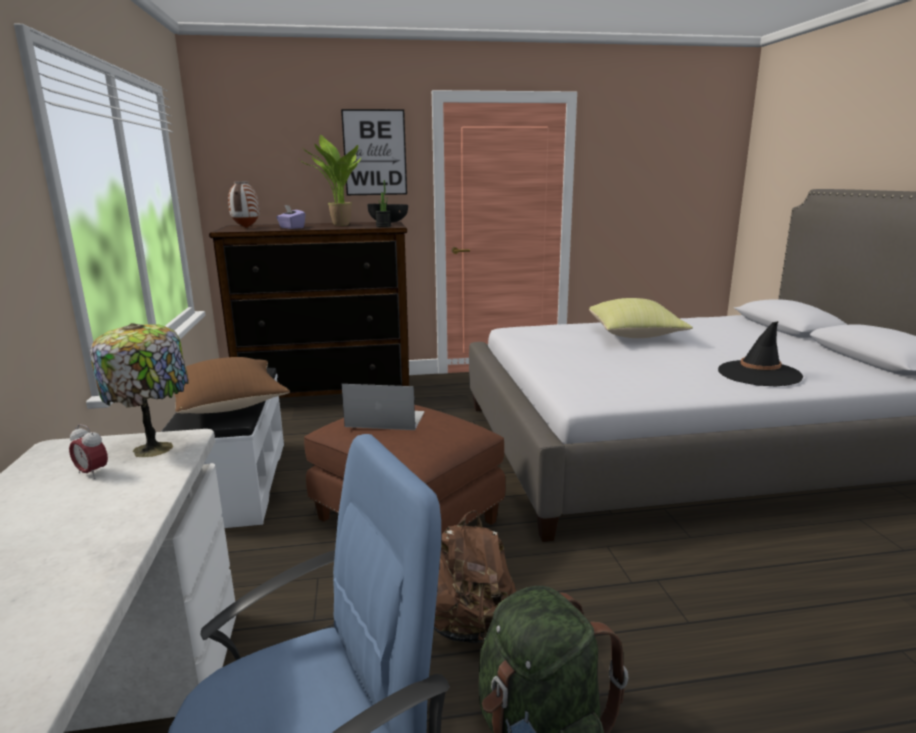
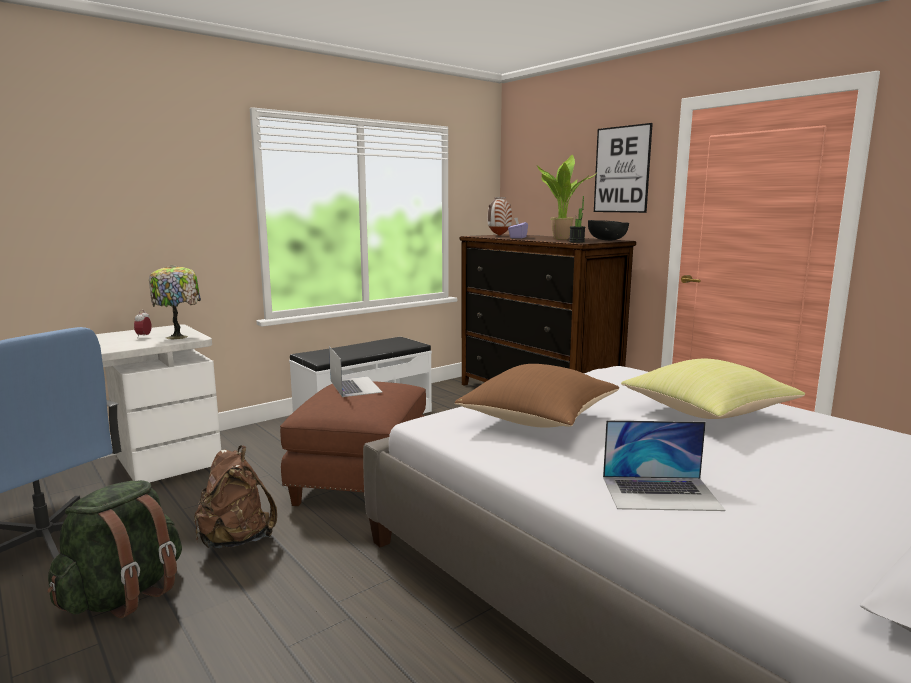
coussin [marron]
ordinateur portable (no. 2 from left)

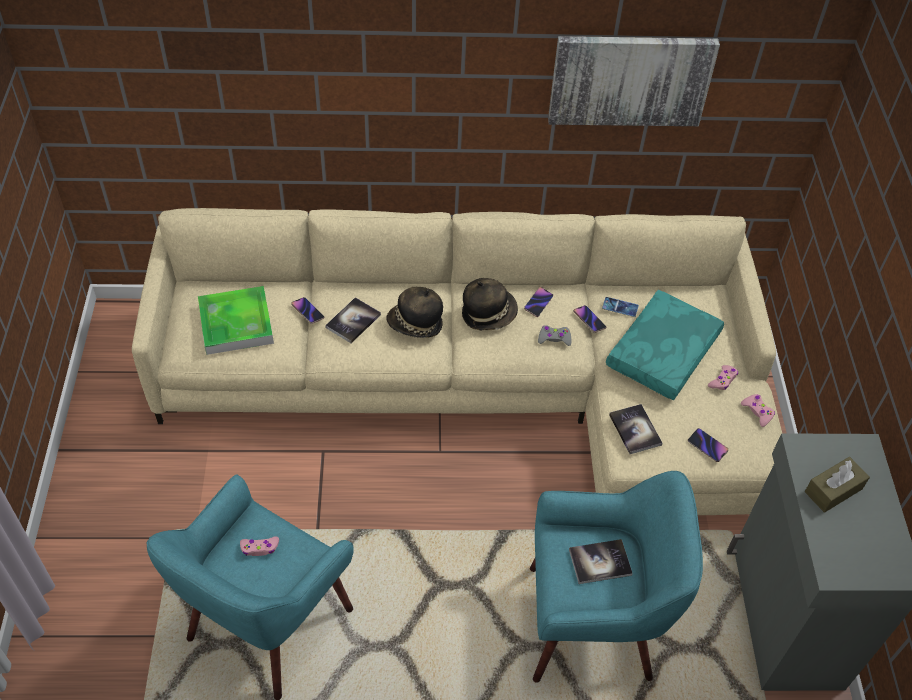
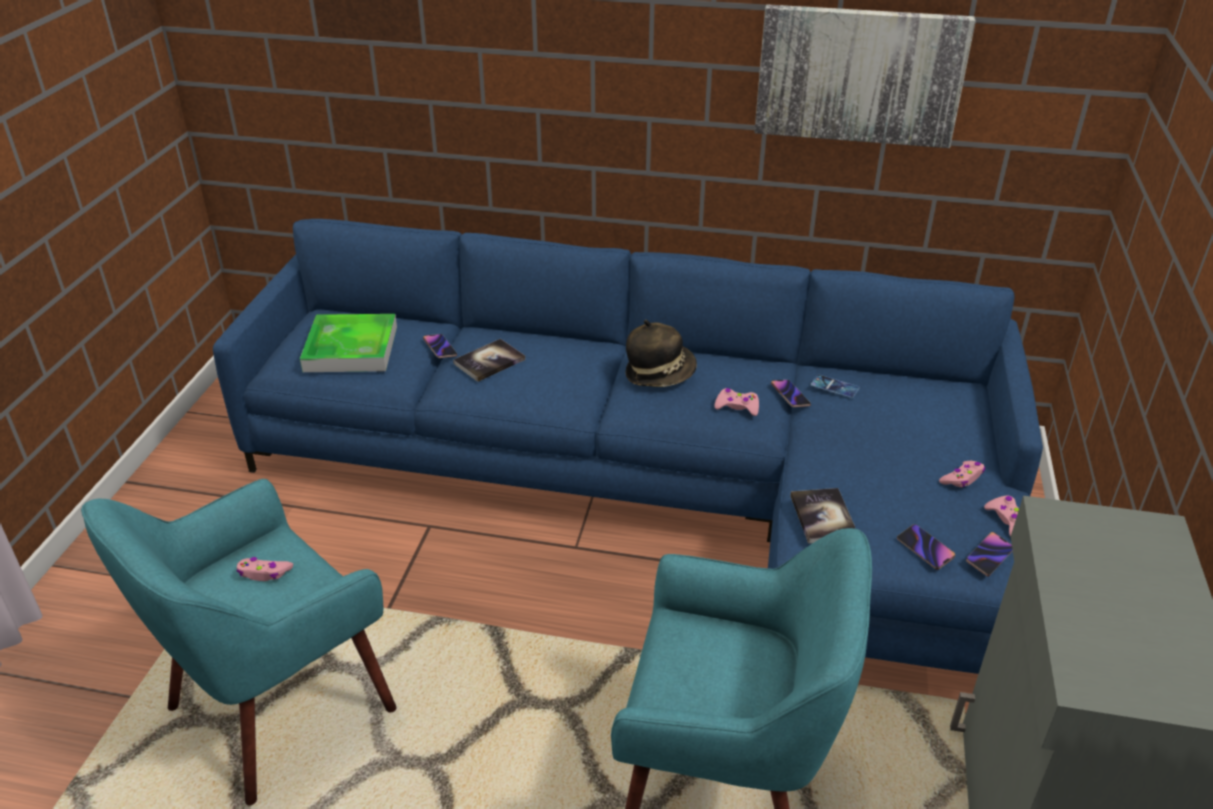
canapé [bleu]
chapeau (no. 1 from left in the first image)
téléphone (no. 5 from left)
manette [rose] (no. 2 from left)
livre (no. 2 from left in the first image)
coussin [turquoise]
boîte à mouchoirs [marron]

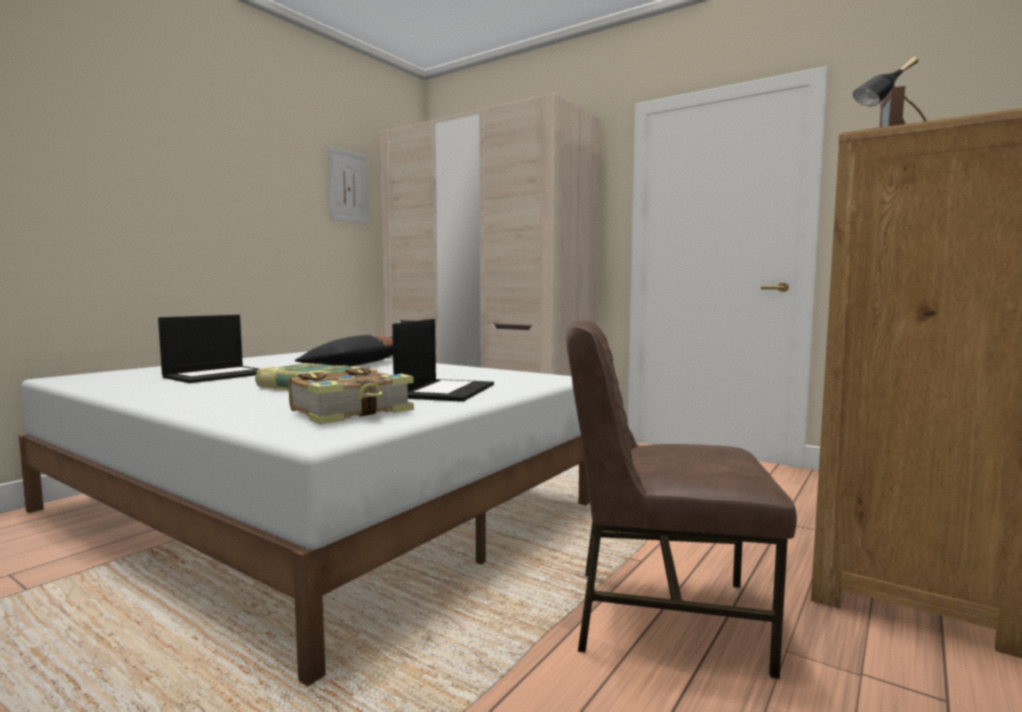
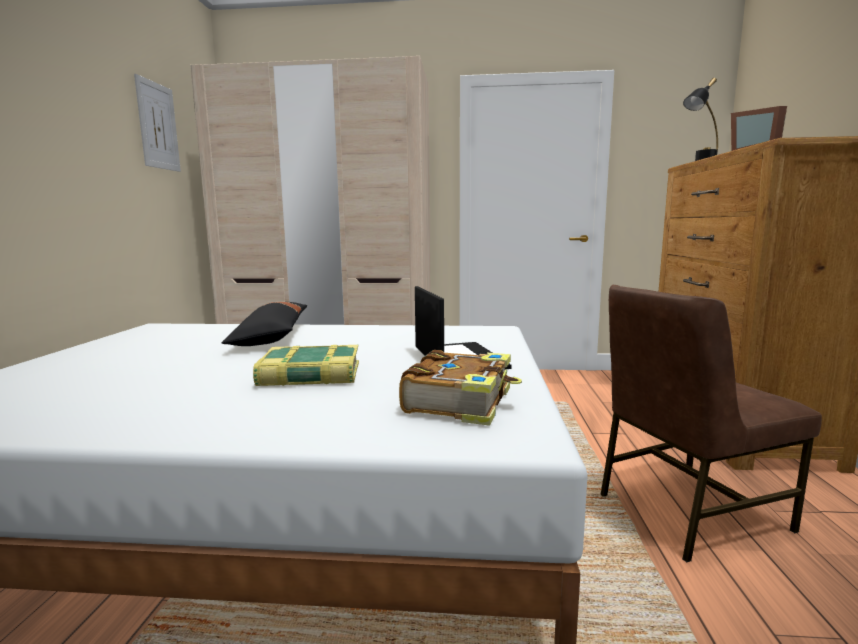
ordinateur portable (no. 1 from left in the first image)

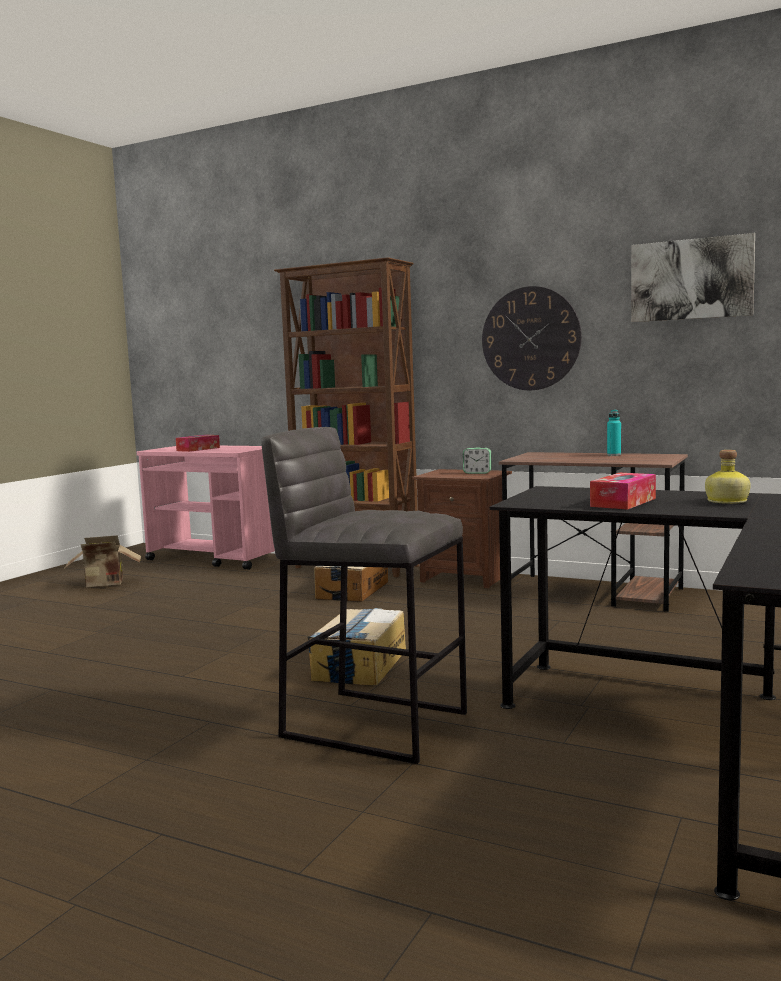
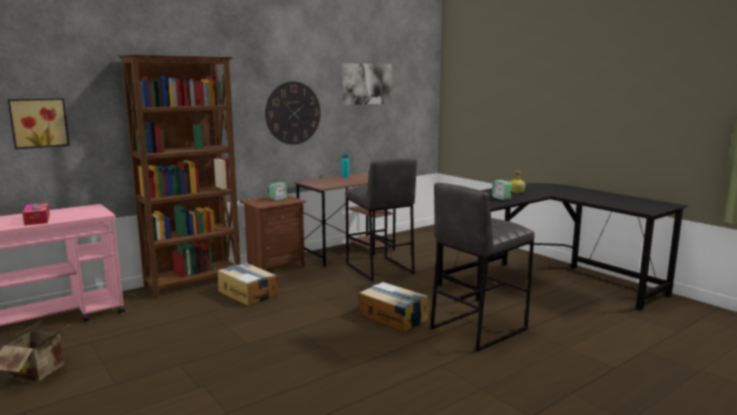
réveil (no. 2 from left)
tableau (no. 1 from left)
tabouret [gris] (no. 1 from left)

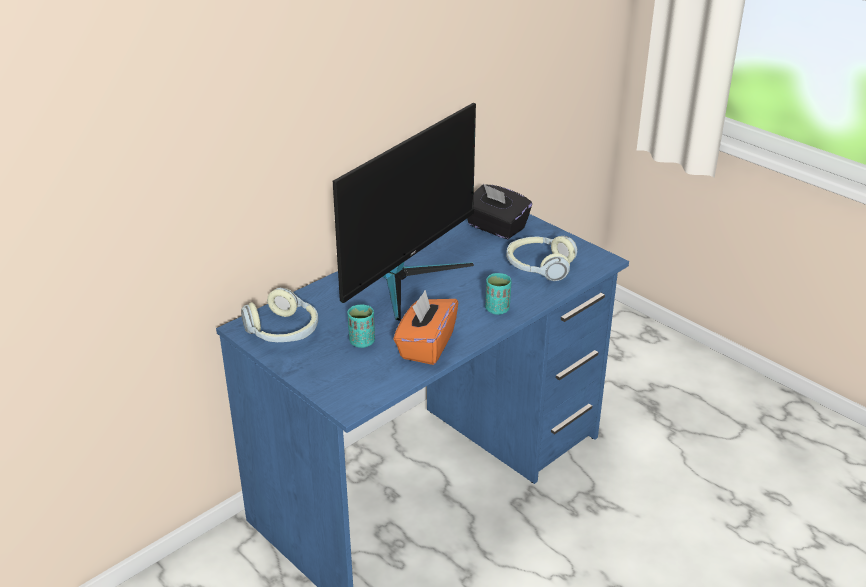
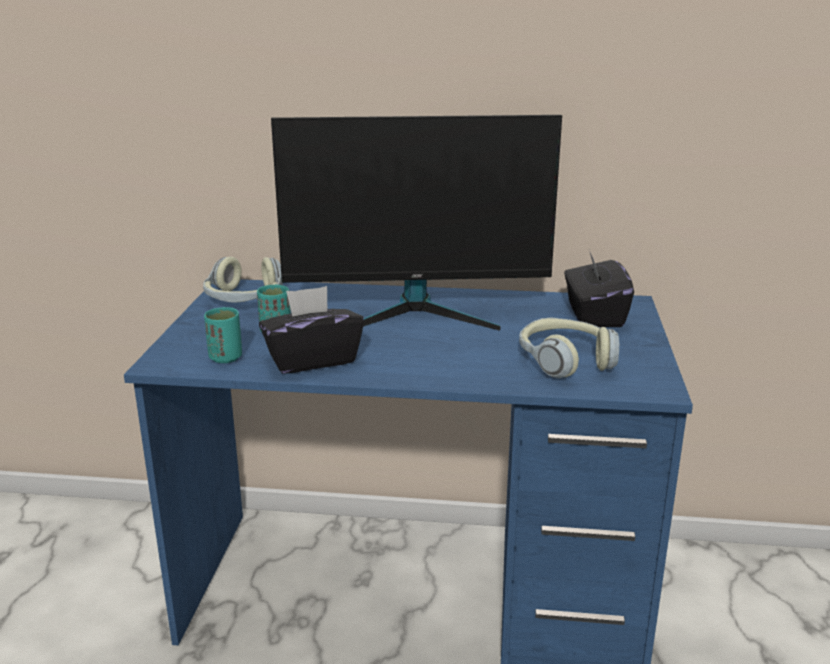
boîte à mouchoirs [noir] (no. 1 from left)
tasse [turquoise] (no. 1 from left)

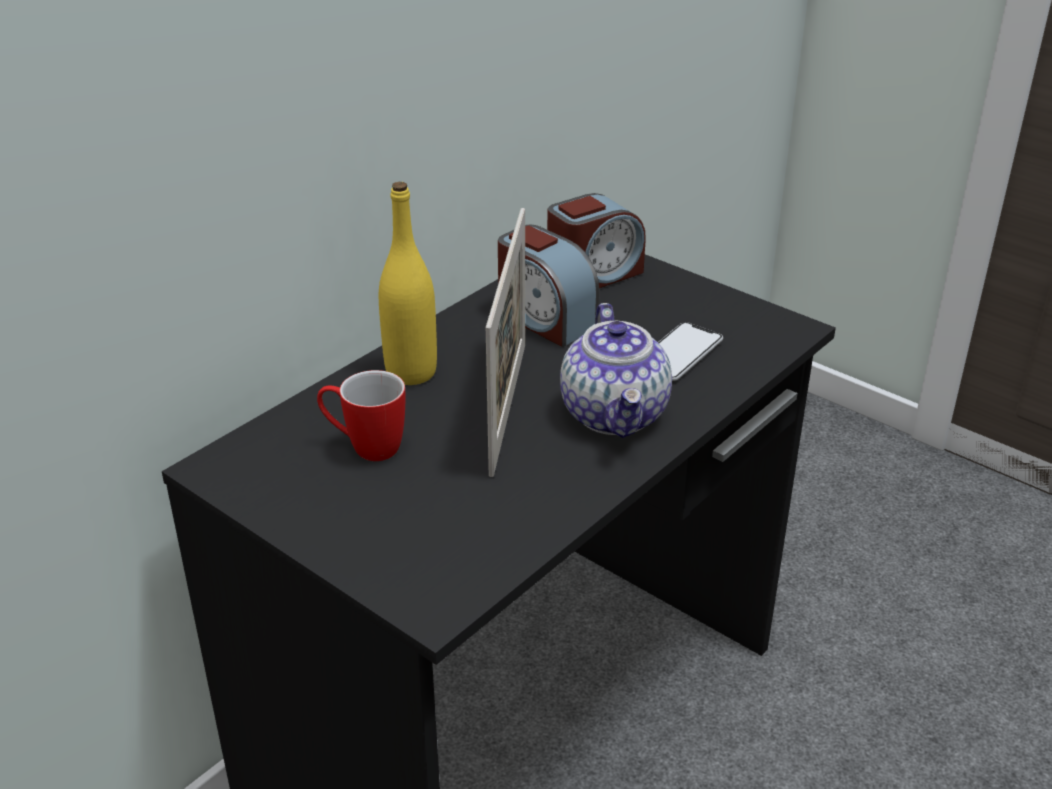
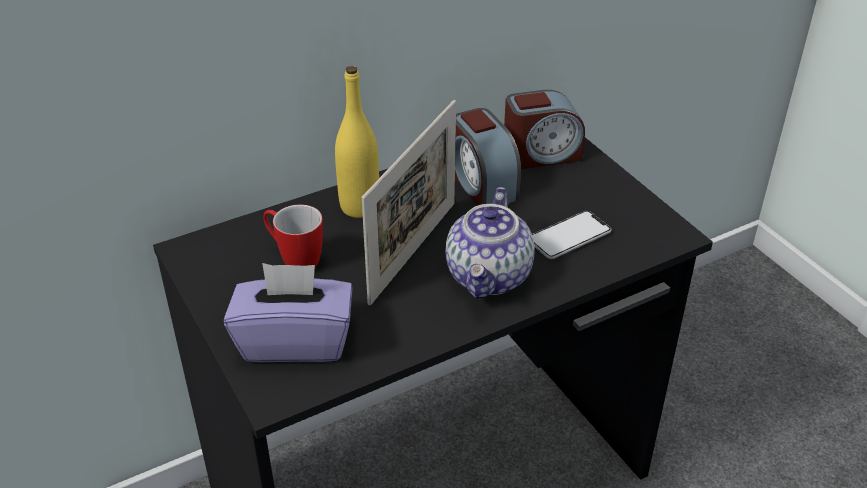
boîte à mouchoirs [violet]

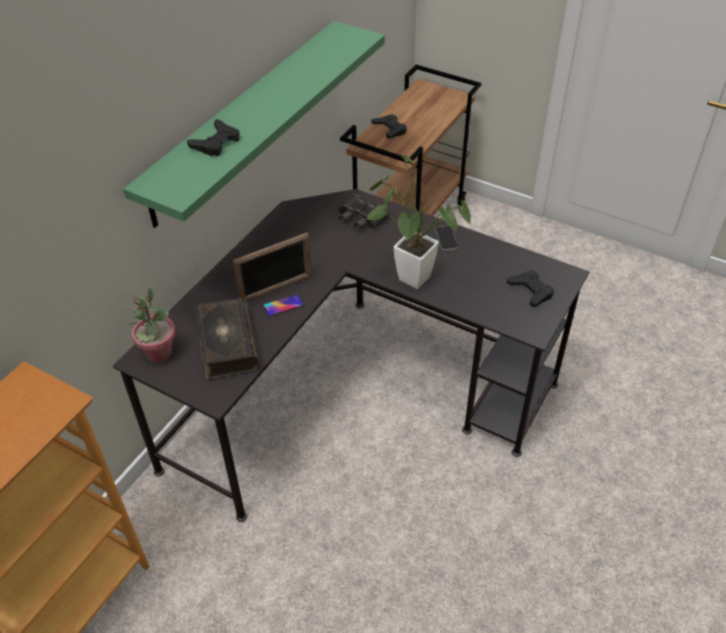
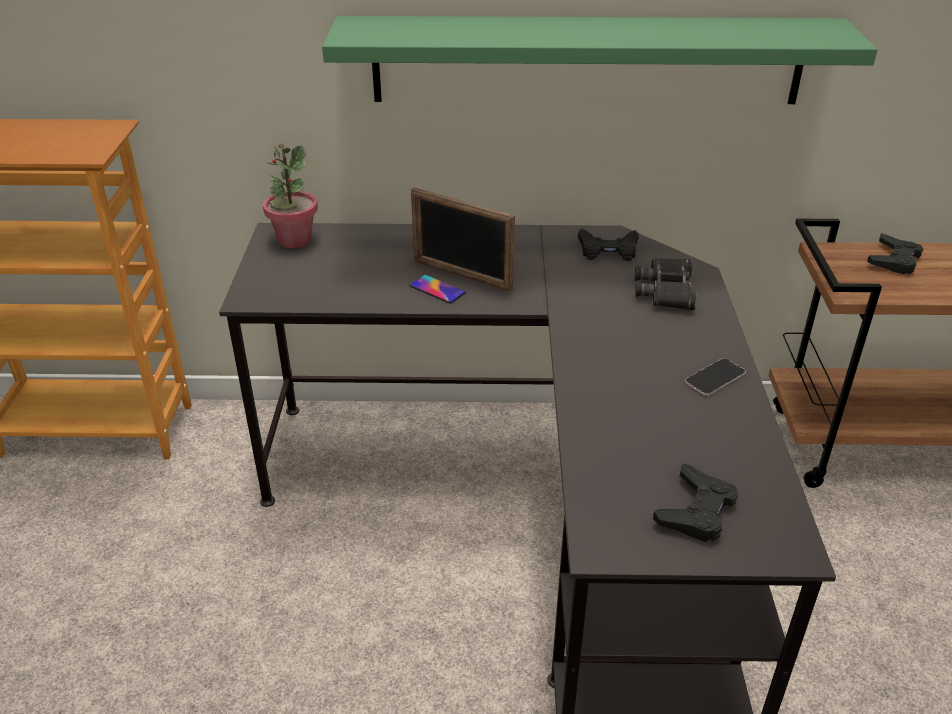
manette [noir] (no. 1 from left)
livre
plante en pot (no. 2 from left in the first image)

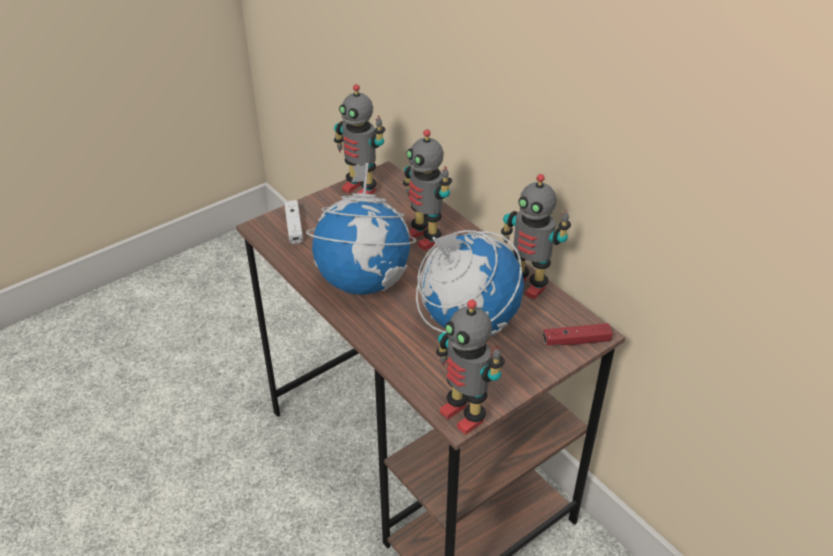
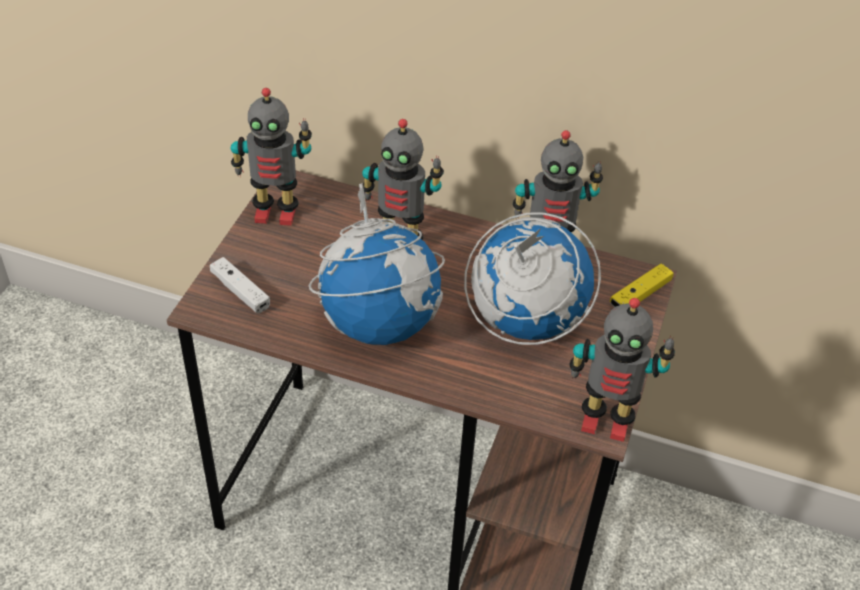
manette [jaune]

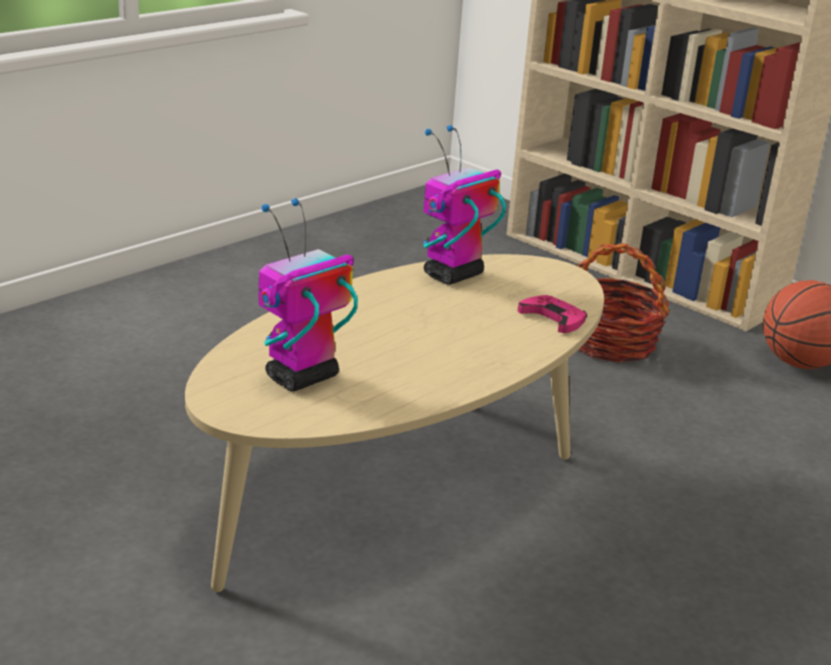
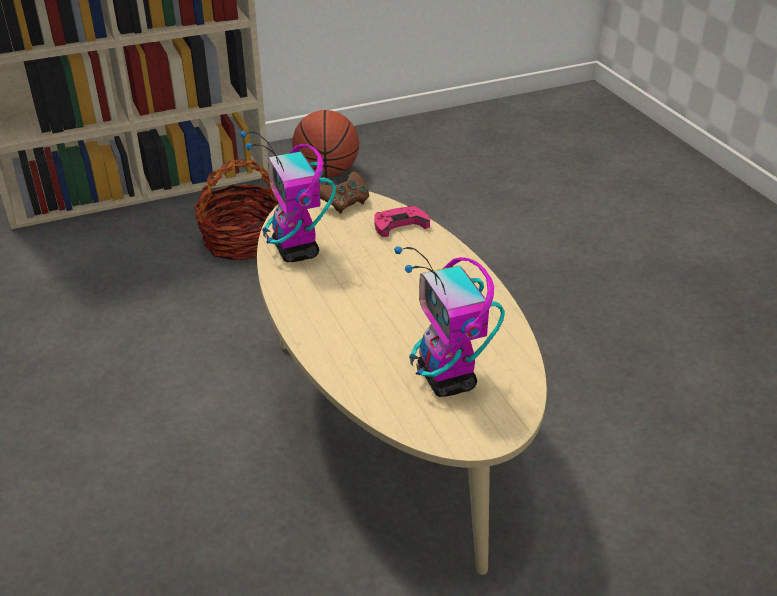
manette [marron]

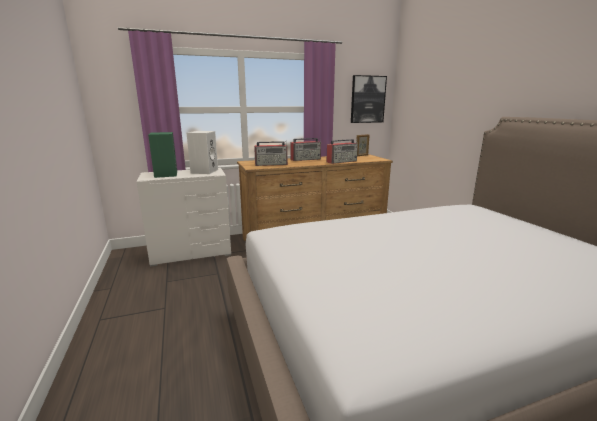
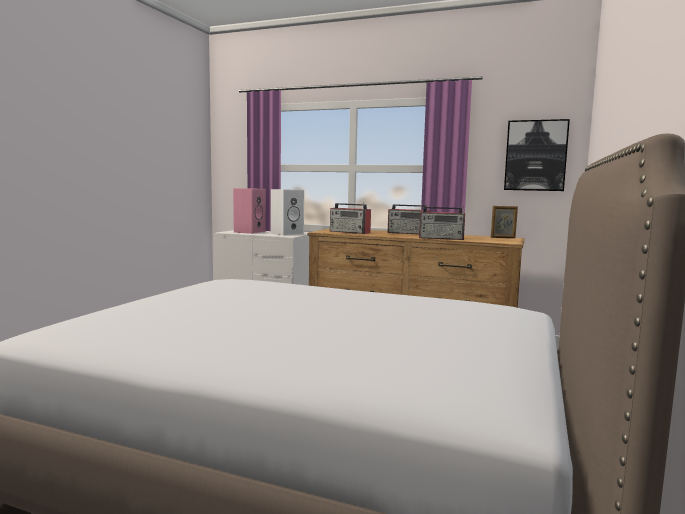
enceinte [rose]

